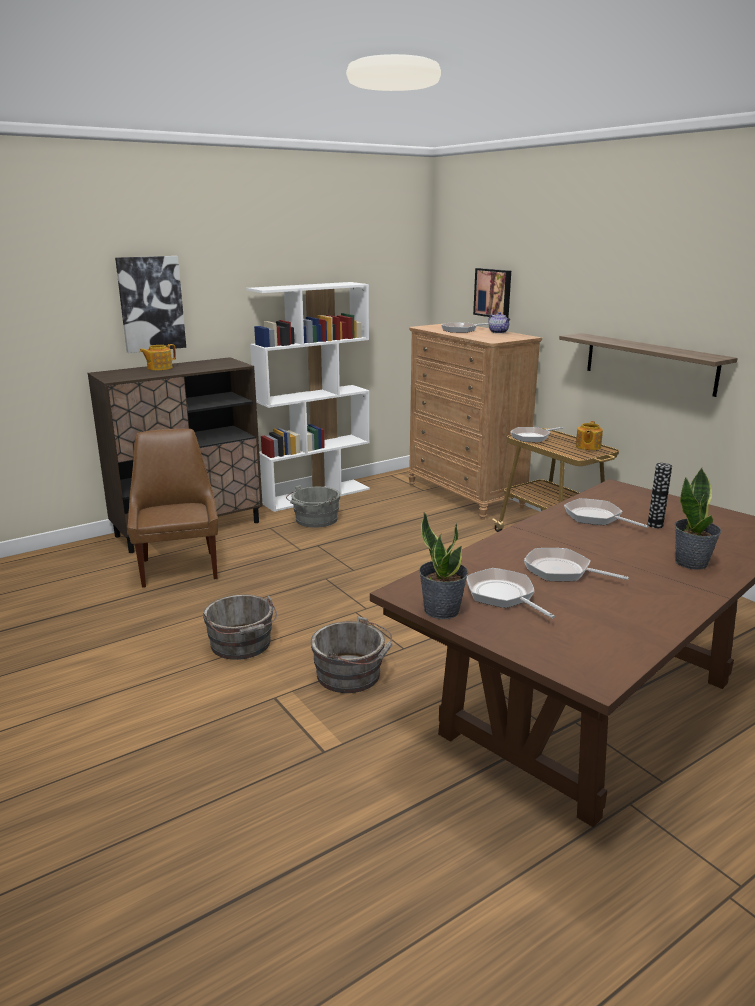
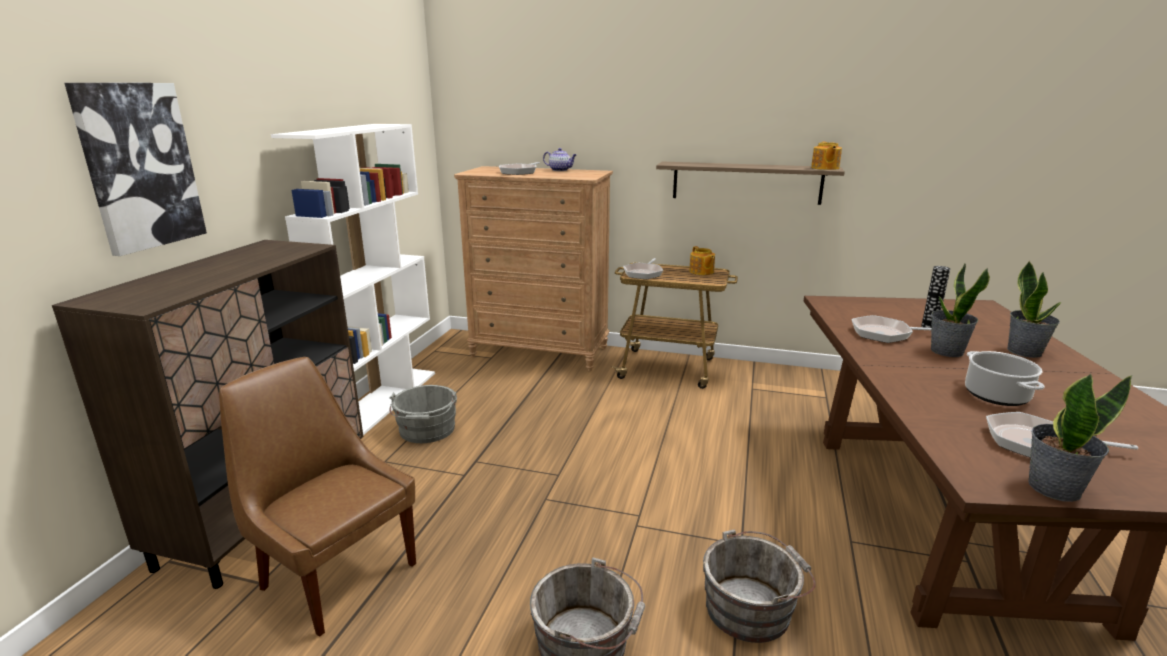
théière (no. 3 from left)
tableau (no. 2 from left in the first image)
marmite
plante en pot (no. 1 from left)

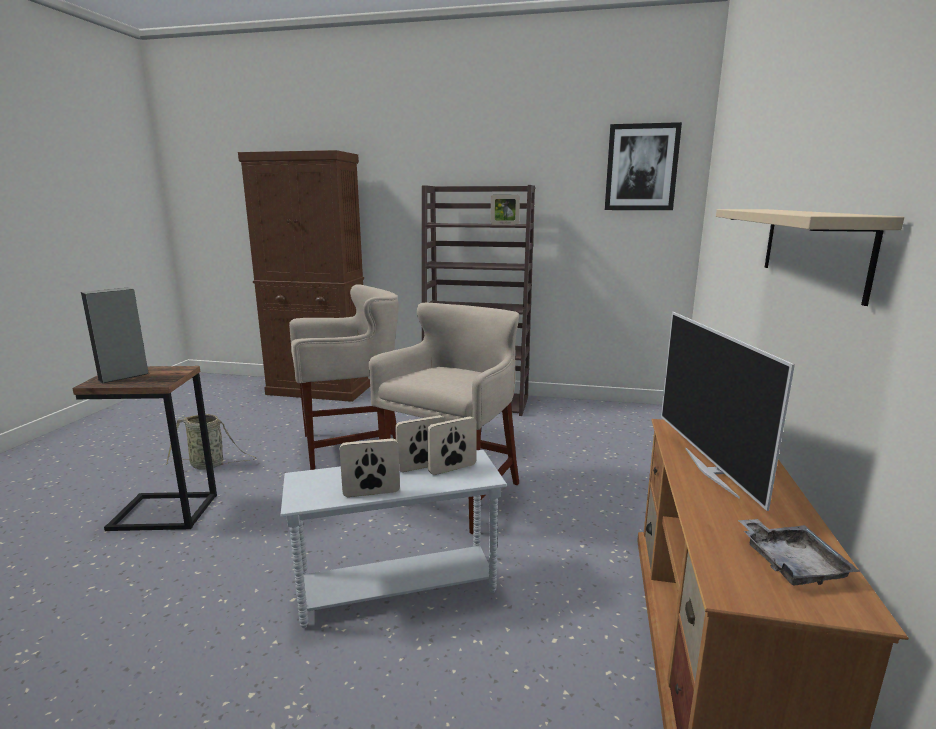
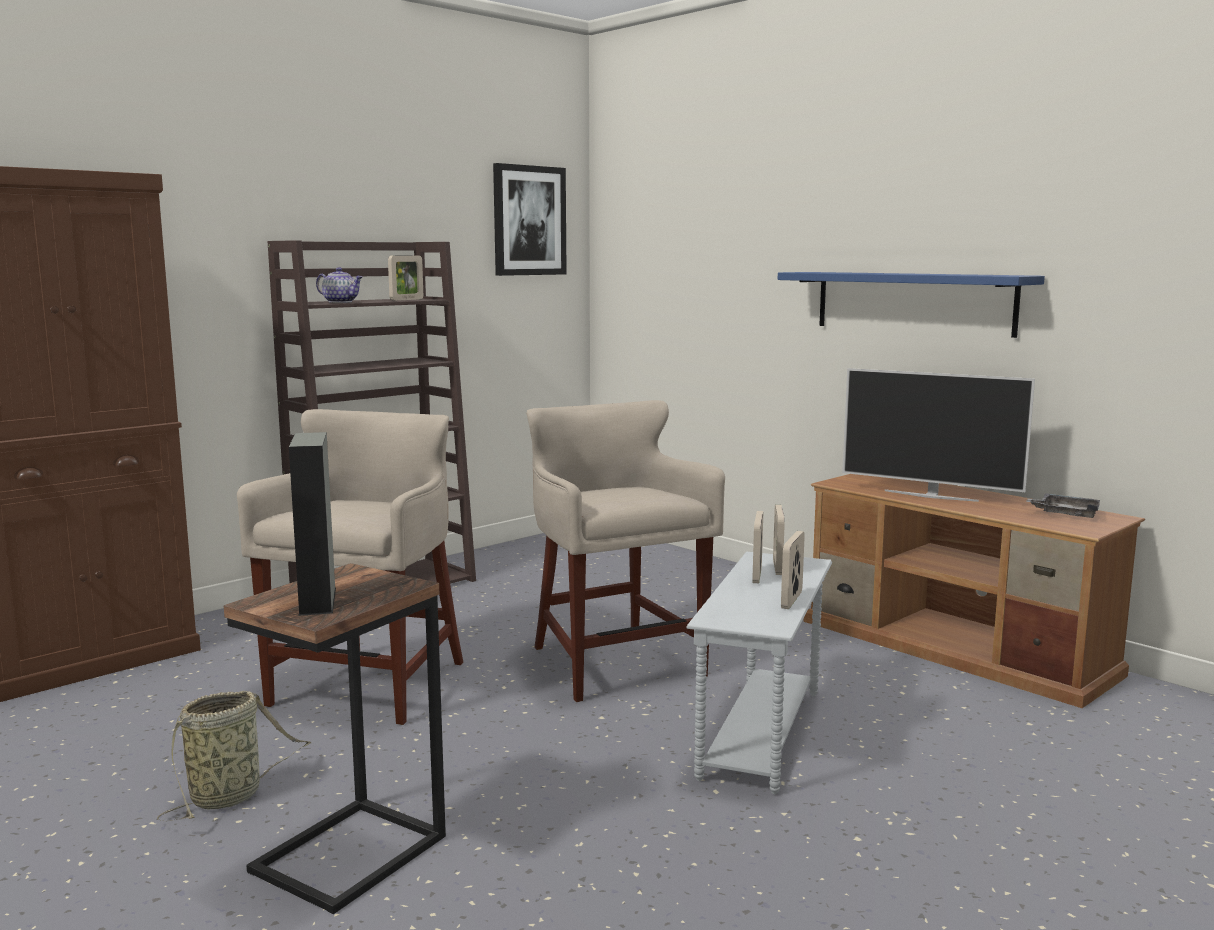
étagère [bleu]
théière

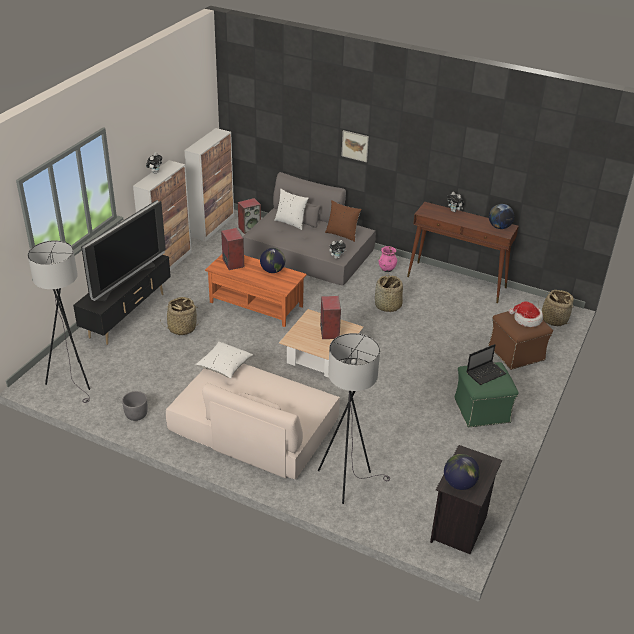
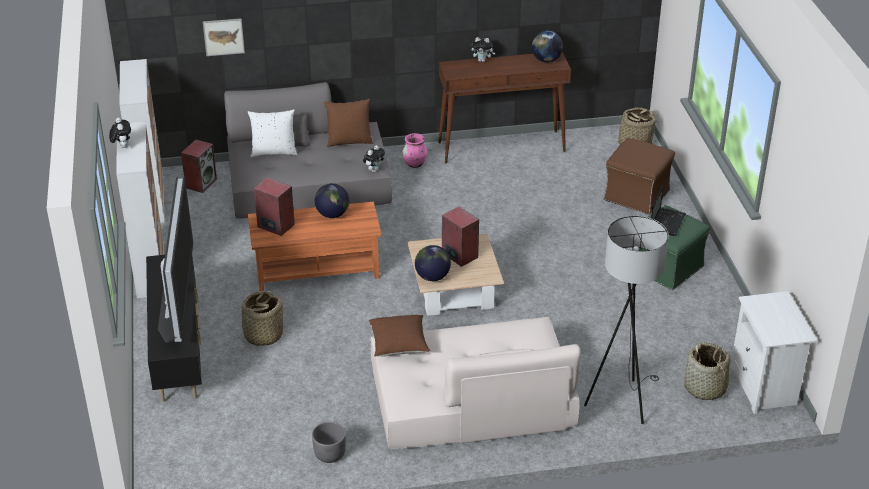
lampadaire [gris] (no. 1 from left in the first image)
coussin [marron] (no. 2 from left)
tableau
panier (no. 3 from left)
table de chevet [blanc]
globe (no. 2 from left)
chapeau

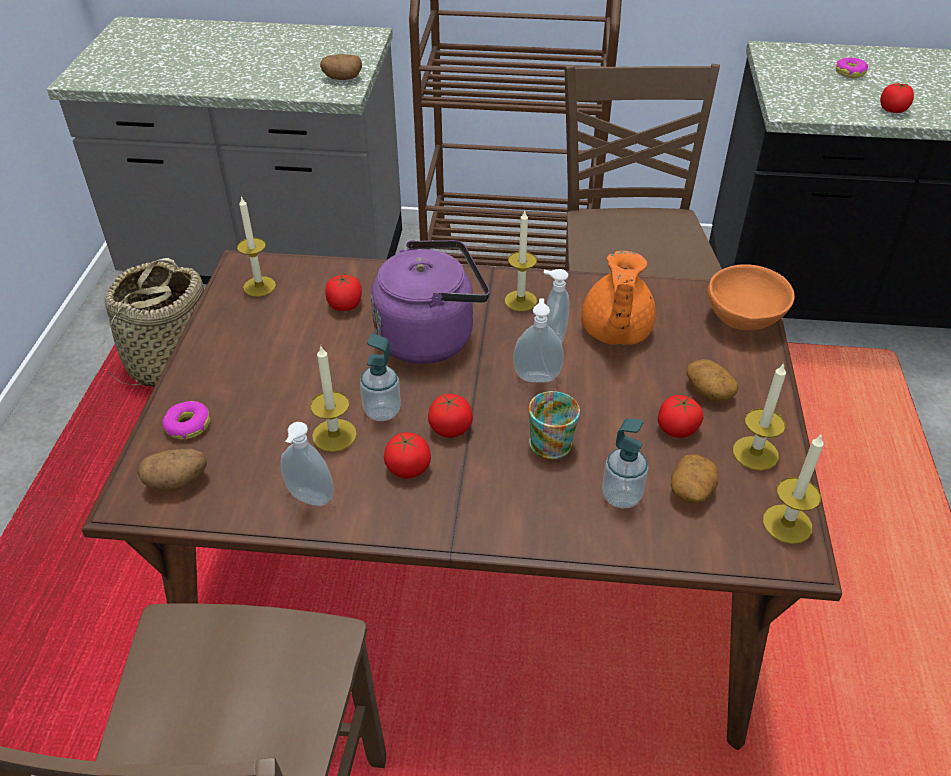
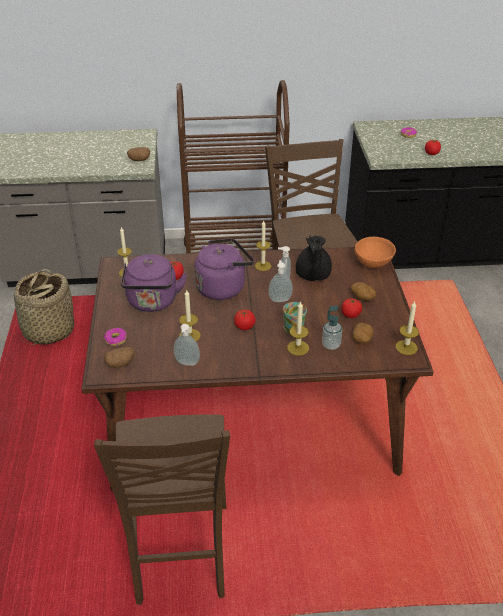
distributeur de savon (no. 2 from left in the first image)
tomate (no. 2 from left in the first image)
théière [noir]
bougie (no. 4 from left)
bouilloire [violet] (no. 1 from left)

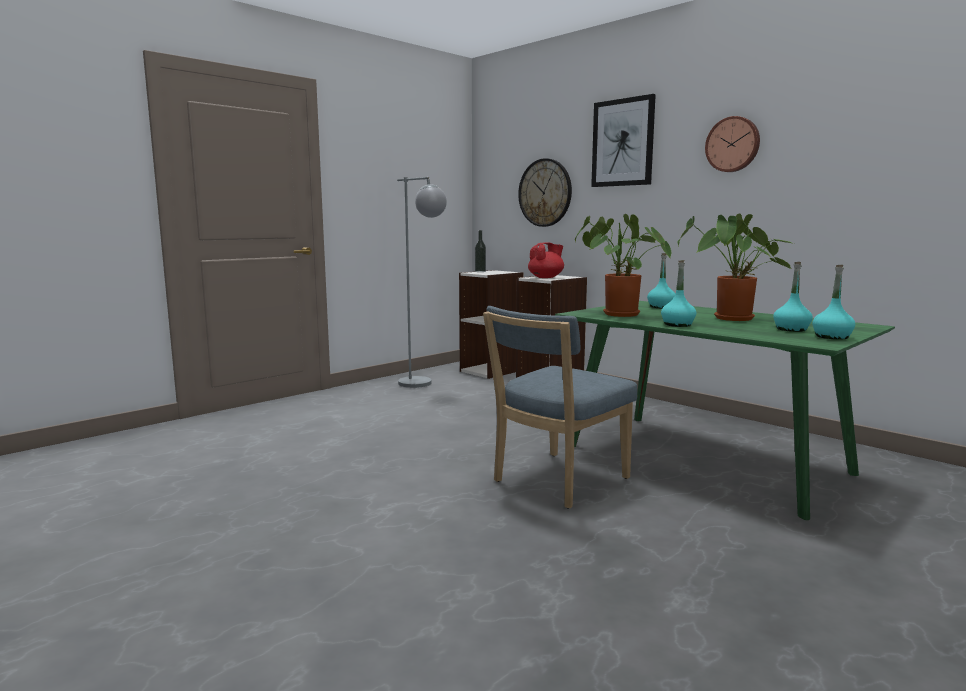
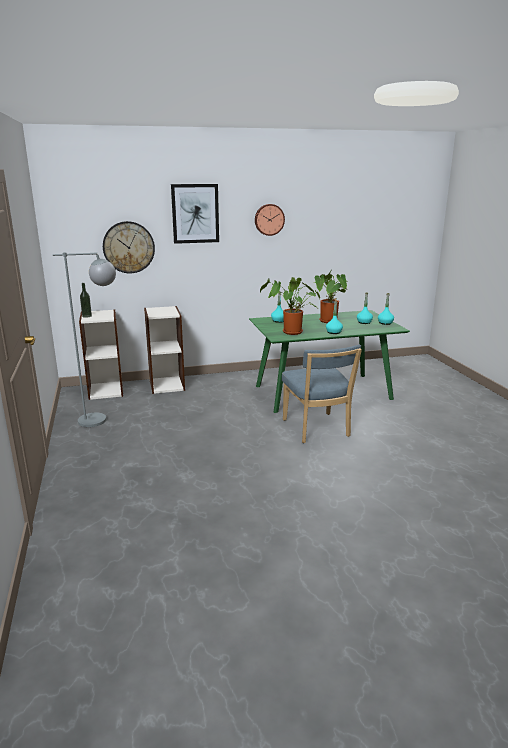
théière [rouge]

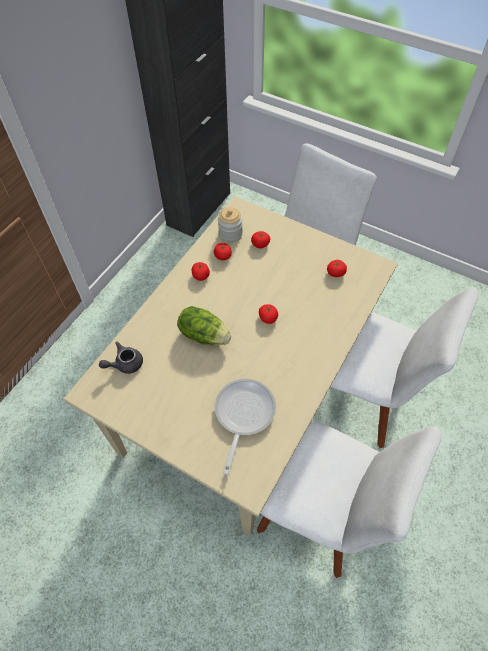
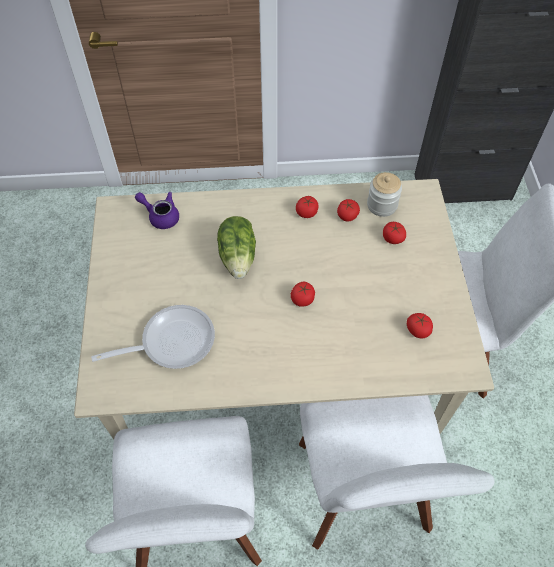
théière [violet]

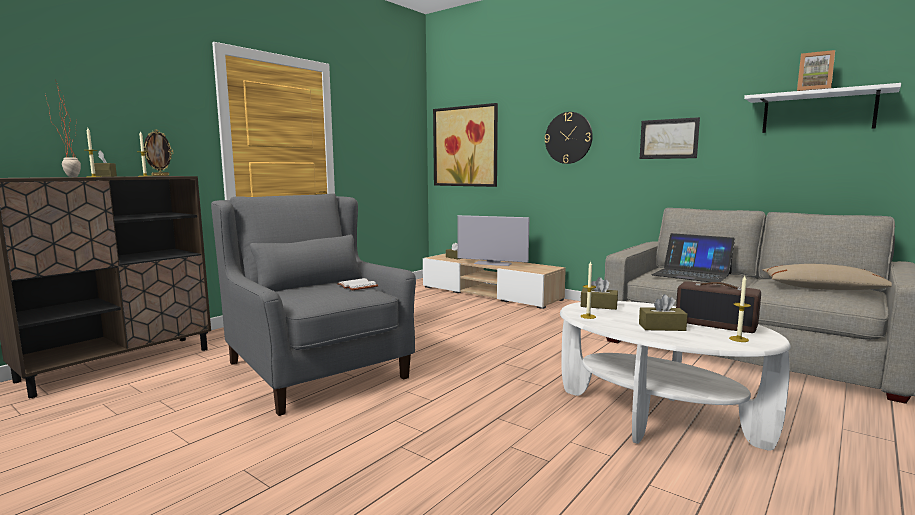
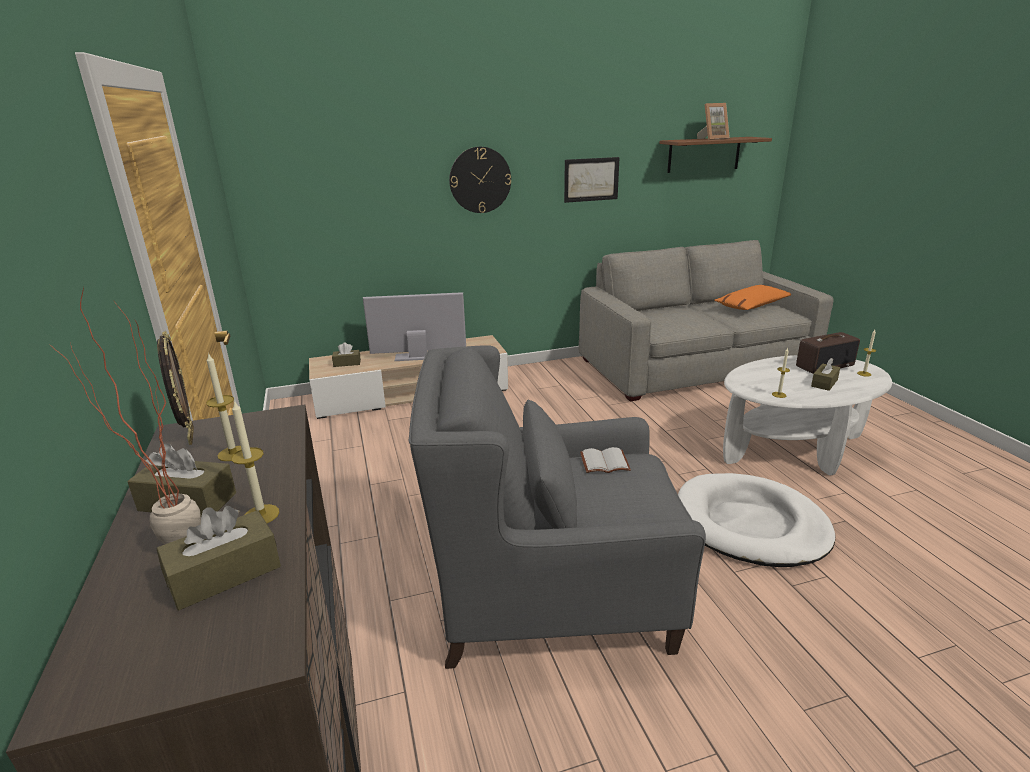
tableau (no. 1 from left in the first image)
téléviseur
boîte à mouchoirs [marron] (no. 2 from left)
ordinateur portable
étagère [marron]
coussin [orange]
panier pour chien [blanc]

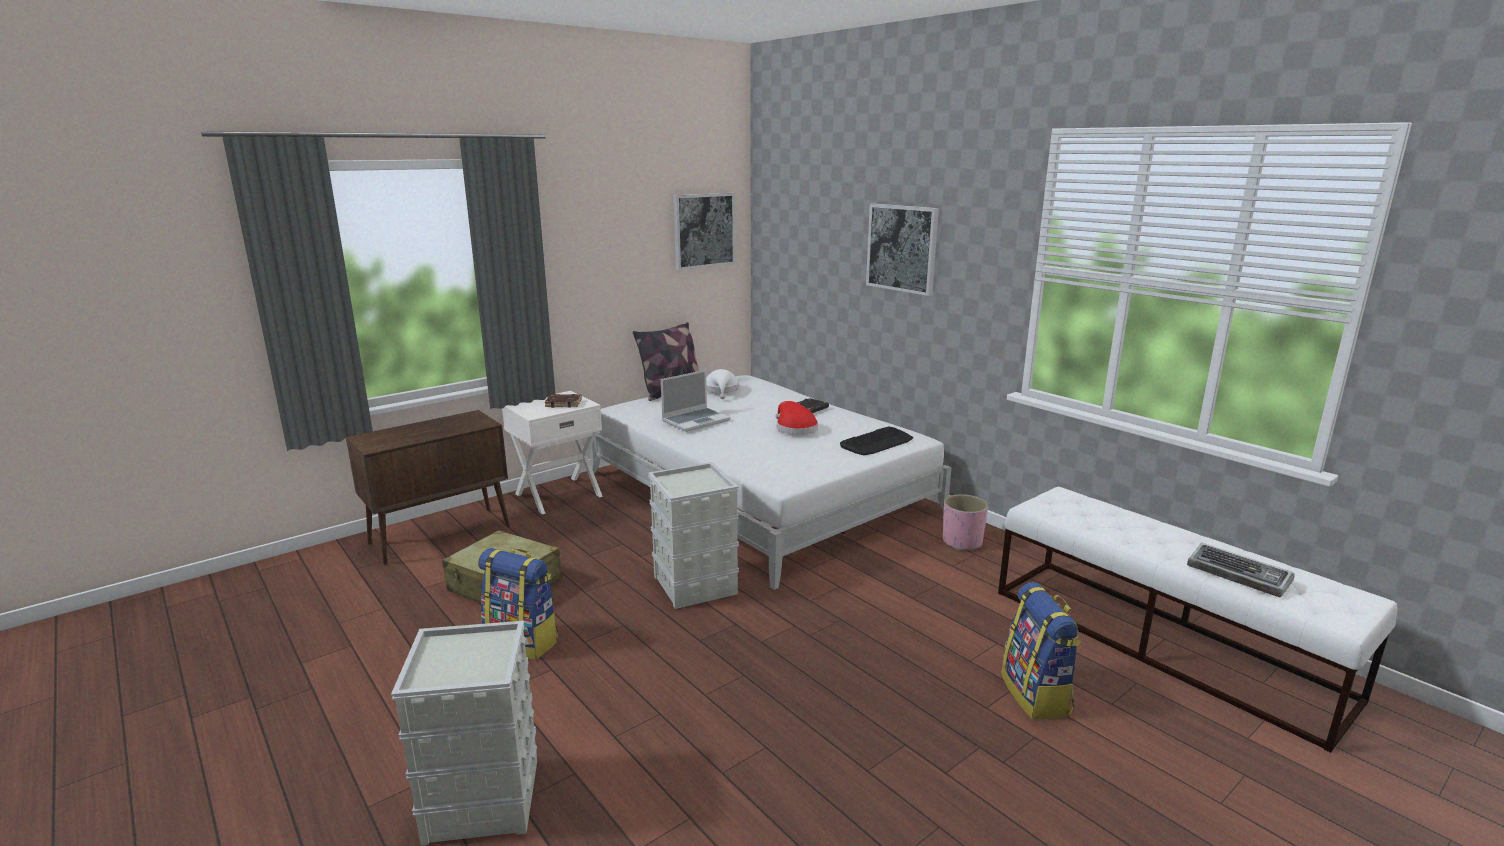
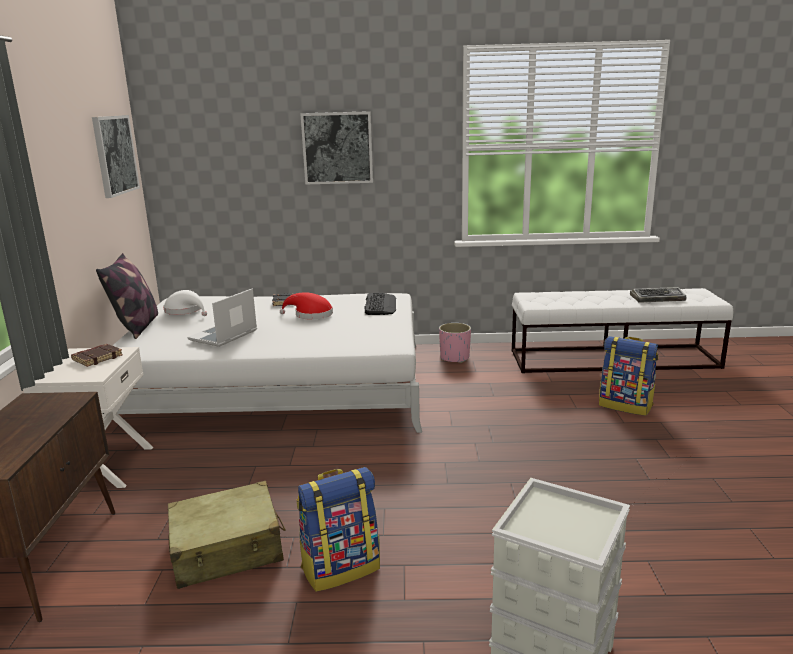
boîte de rangement [gris] (no. 2 from left in the first image)
ordinateur portable

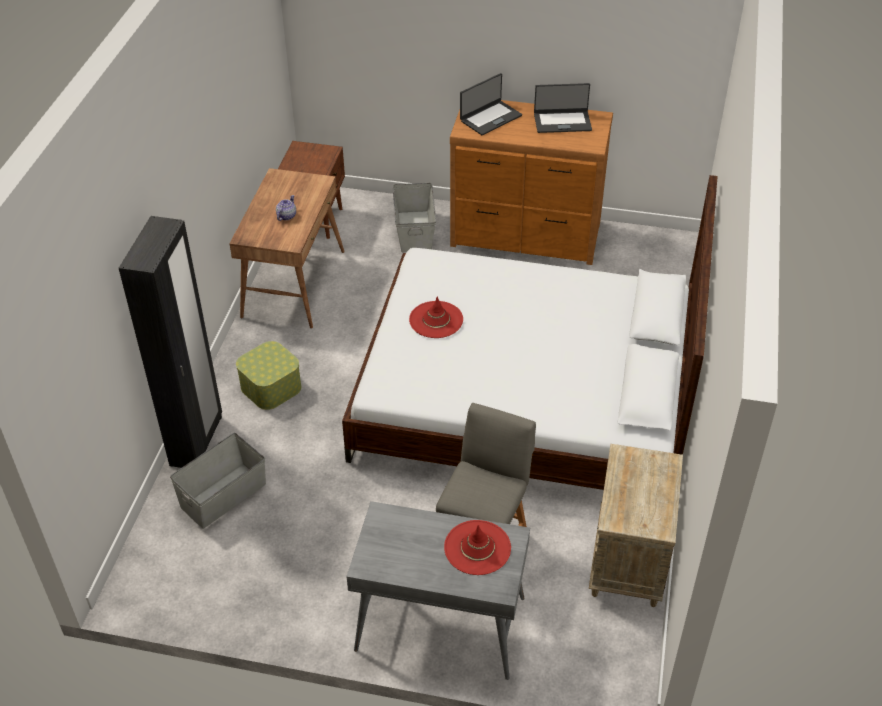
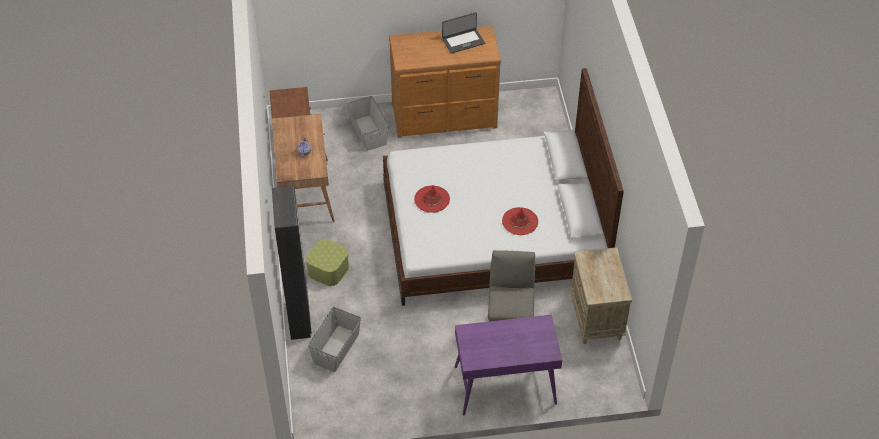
bureau [violet]
chapeau [rouge] (no. 2 from left)
ordinateur portable (no. 1 from left in the first image)

